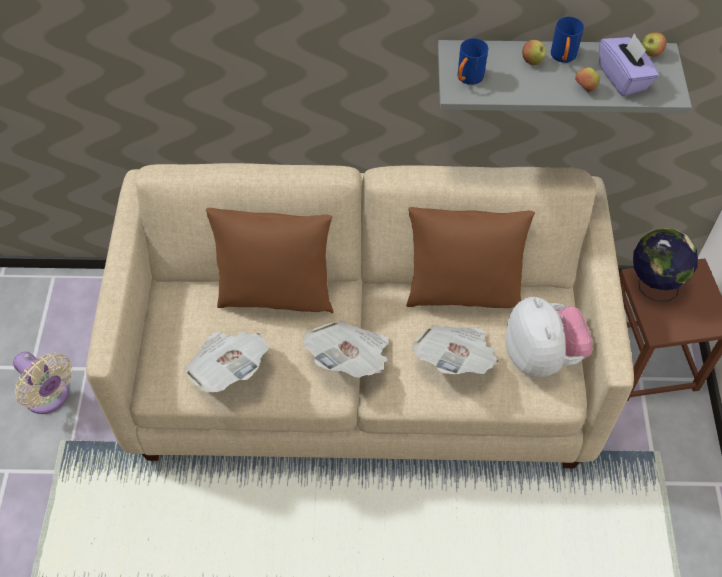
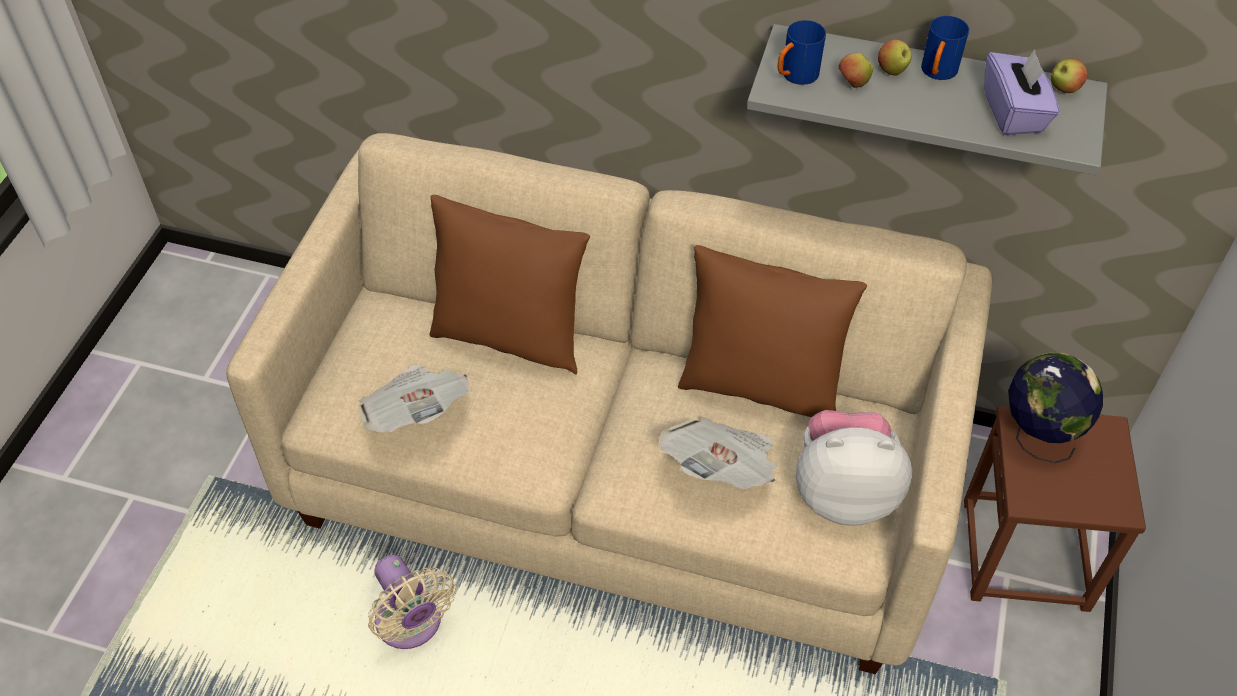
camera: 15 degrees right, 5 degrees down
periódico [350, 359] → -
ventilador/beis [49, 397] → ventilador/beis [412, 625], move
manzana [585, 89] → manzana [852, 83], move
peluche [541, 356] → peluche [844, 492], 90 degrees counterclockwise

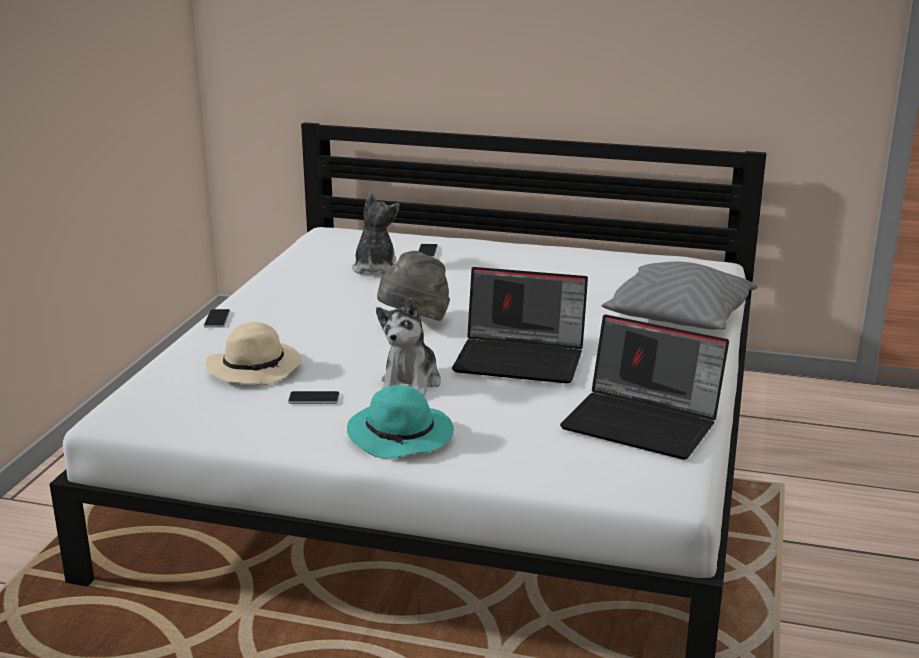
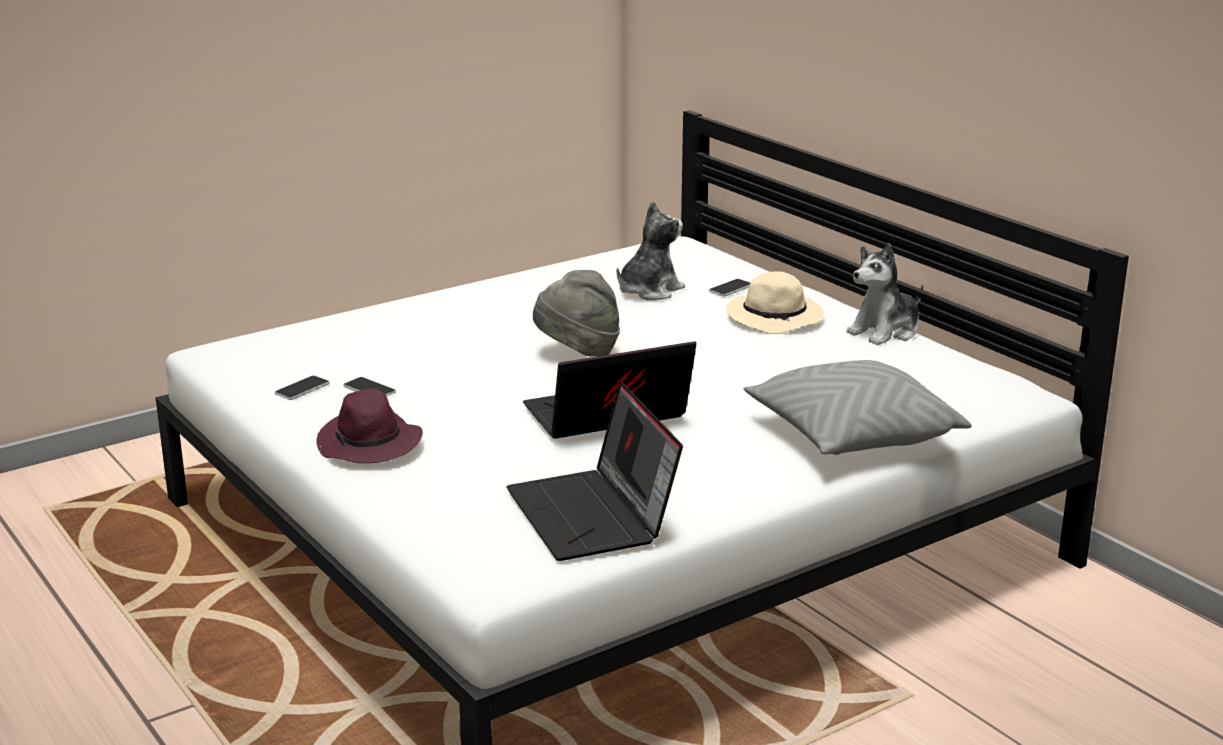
camera: 40 degrees right, 0 degrees up
móvil [217, 319] → móvil [302, 389], move
sombrero/beis [256, 368] → sombrero/beis [776, 318], move
peluche [411, 383] → peluche [885, 332], move
sombrero/turquesa [402, 436] → sombrero/morado [370, 445]
portátil [522, 358] → portátil [605, 418], 105 degrees clockwise

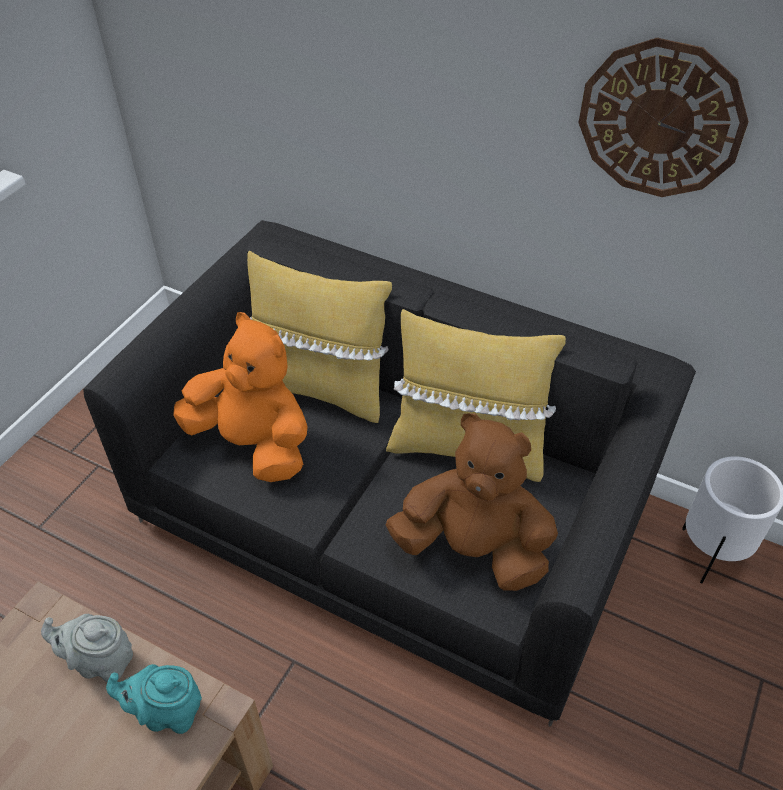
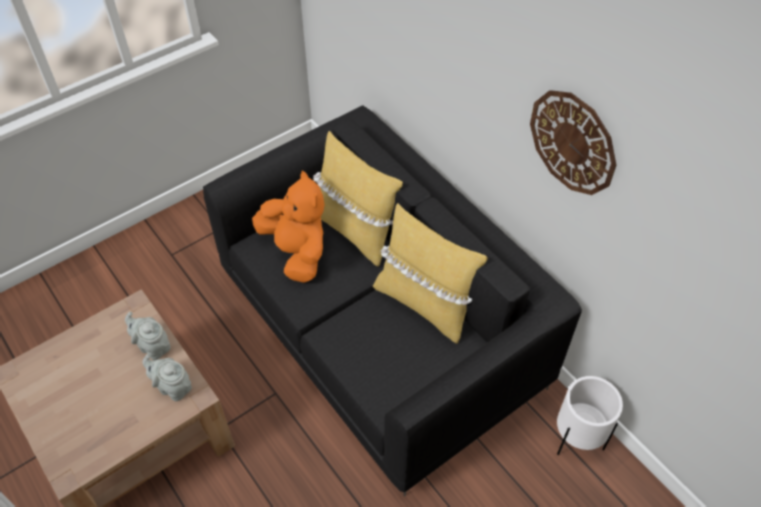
camera: 25 degrees right, 5 degrees up
peluche/marrón [473, 549] → -
tetera/turquesa [167, 712] → tetera/gris [173, 387]

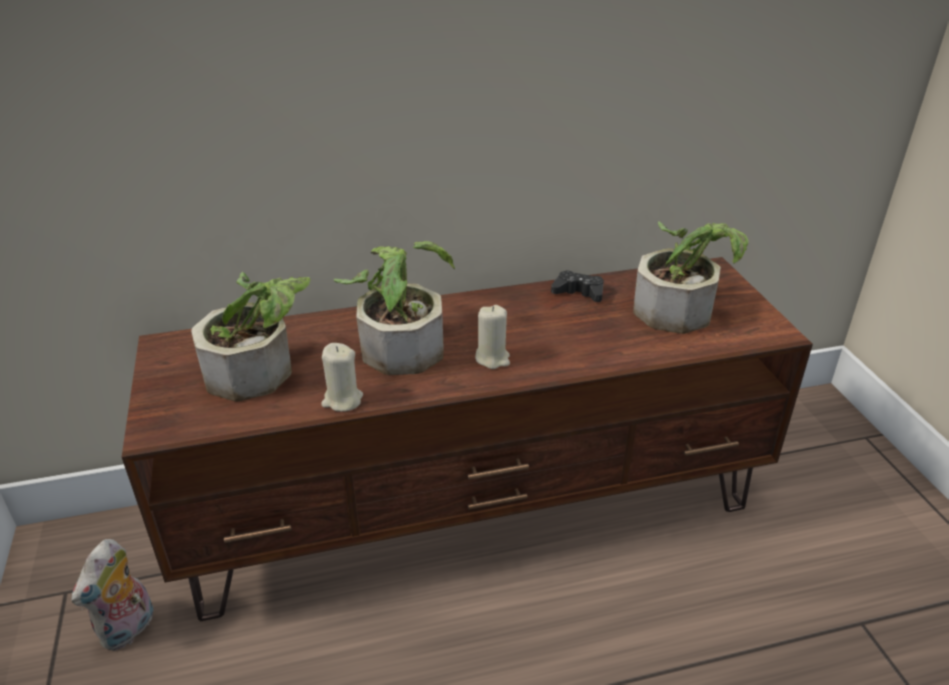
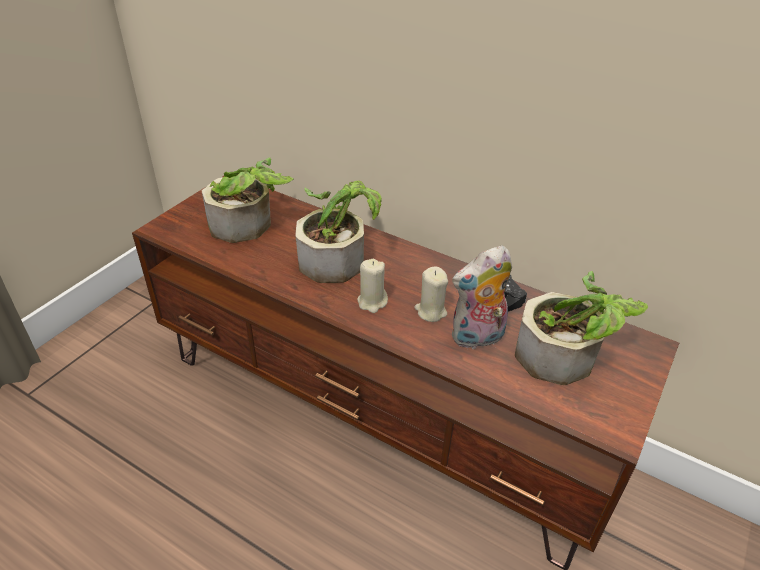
camera: 45 degrees right, 5 degrees up
peluche [129, 630] → peluche [477, 338], move
vela/beis [342, 400] → vela/beis [430, 311], move

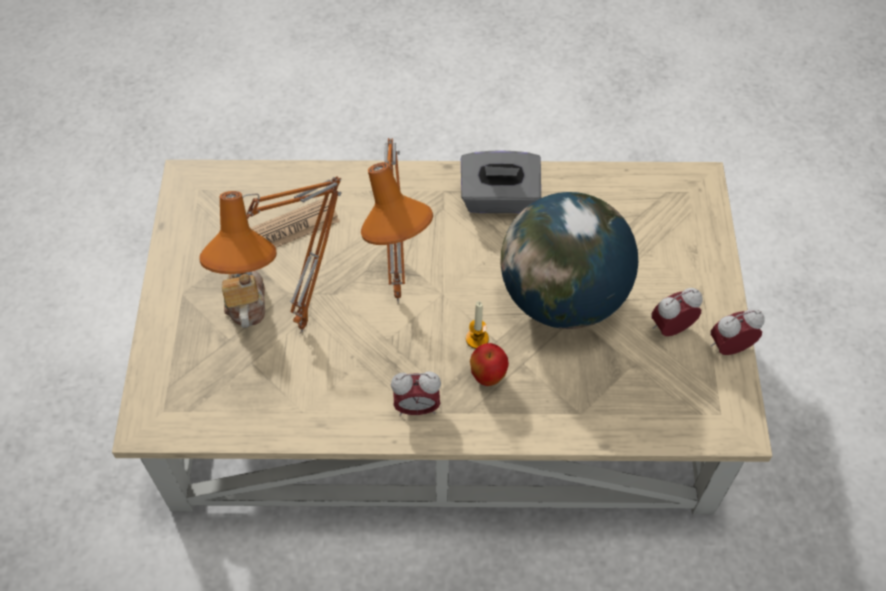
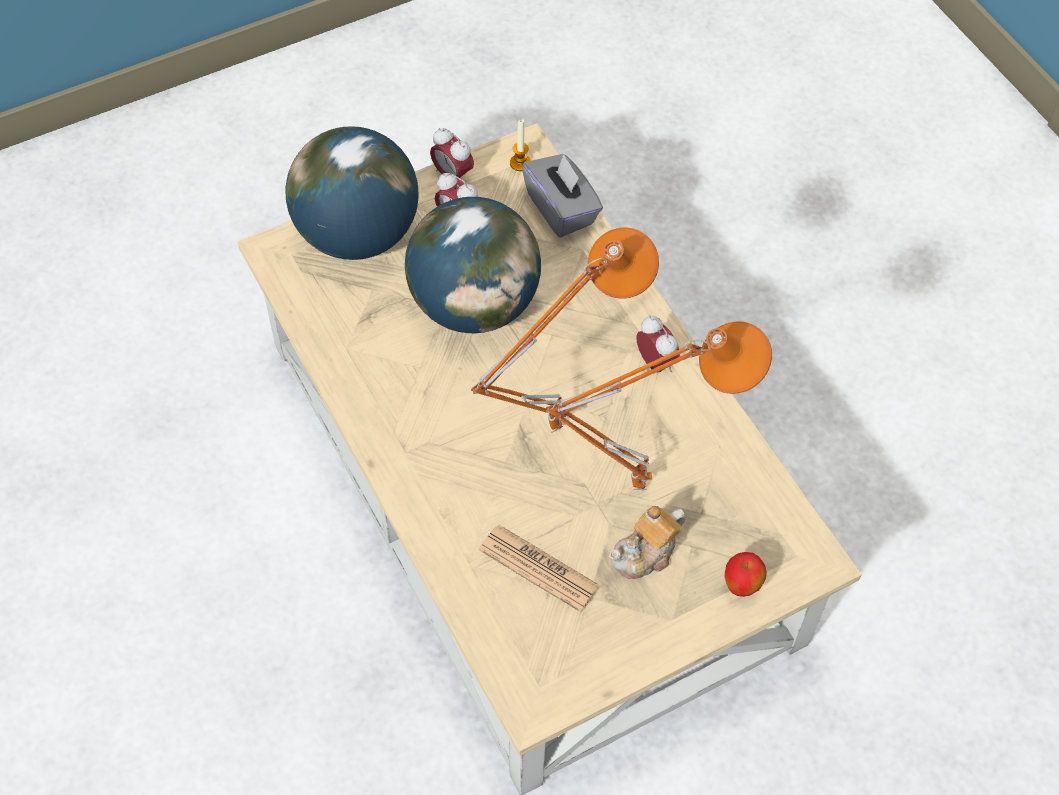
camera: 120 degrees left, 0 degrees up
- → globo terráqueo [358, 234]
caja de pañuelos/gris [499, 199] → caja de pañuelos/gris [561, 209], move
vela [477, 339] → vela [520, 163], move
manzana [488, 377] → manzana [741, 586], move

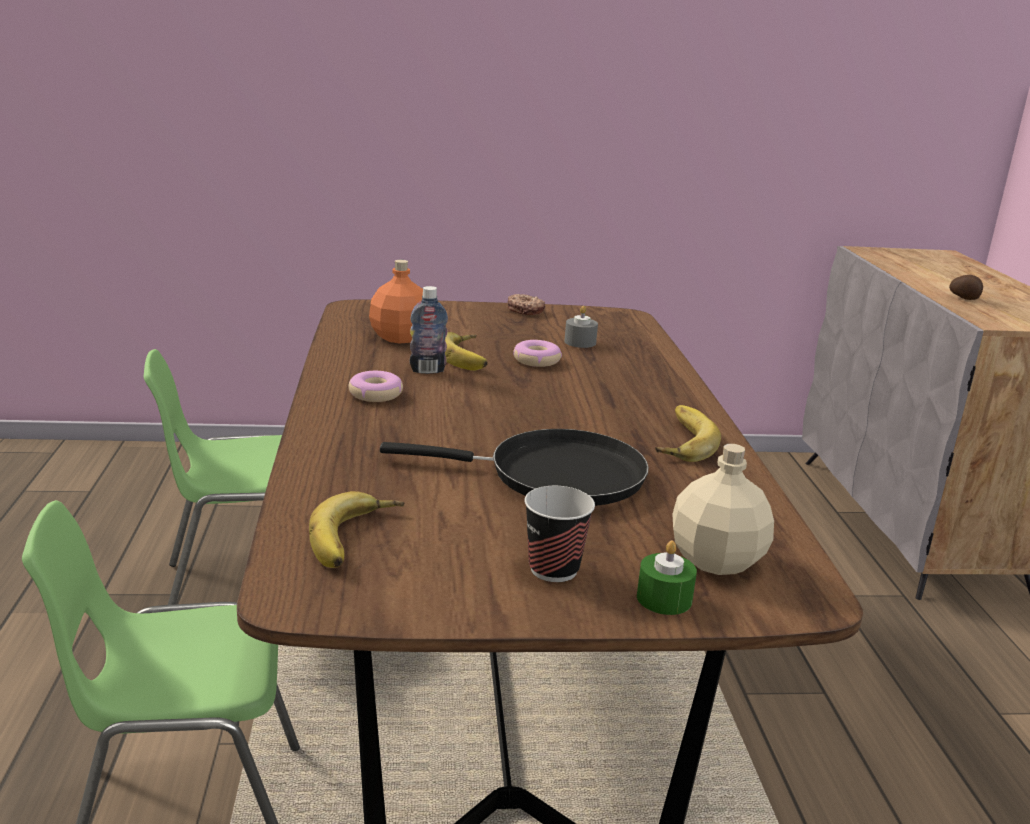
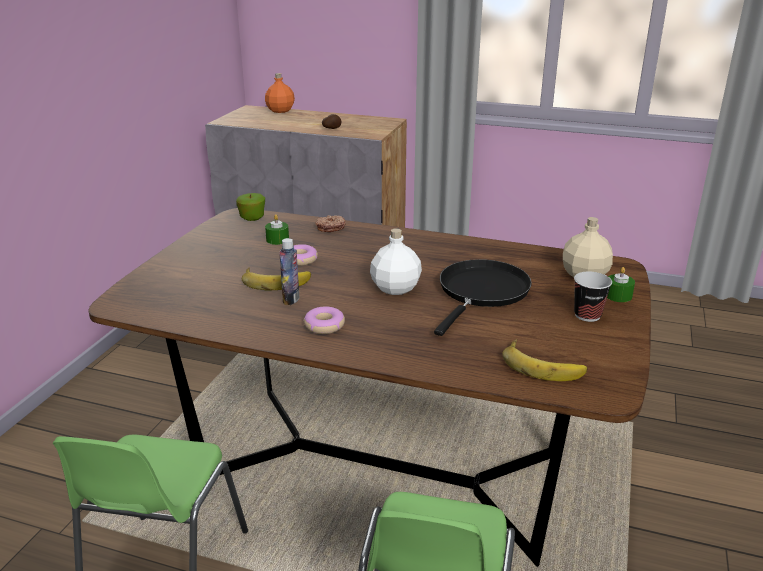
camera: 65 degrees left, 5 degrees up
plátano [679, 440] → -
- → manzana [252, 218]
- → botella/blanco [394, 288]
botella/naranja [399, 337] → botella/naranja [280, 111], move
rosquilla [525, 310] → rosquilla [330, 227], move
vela/gris [580, 342] → vela/verde [277, 239]

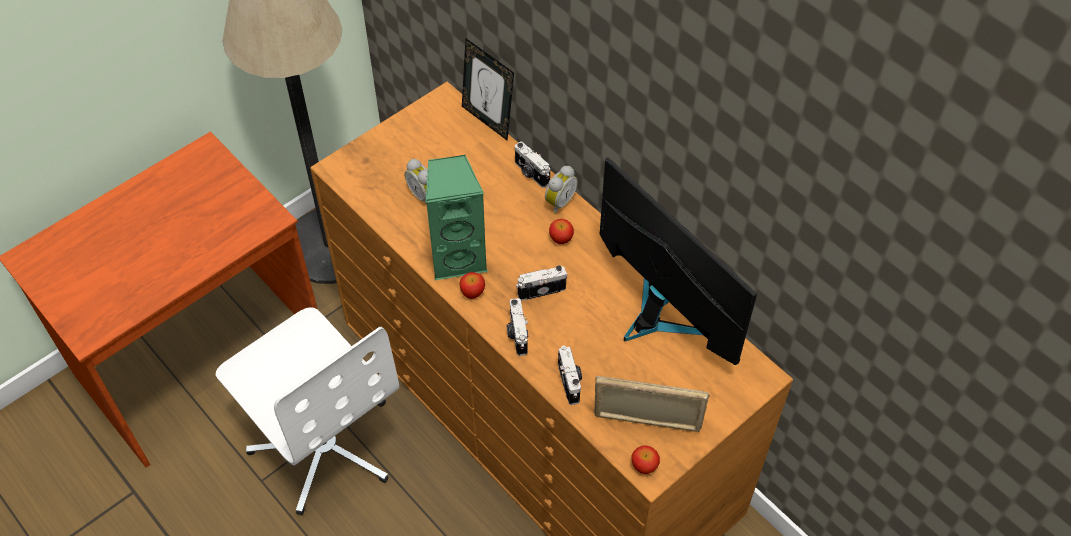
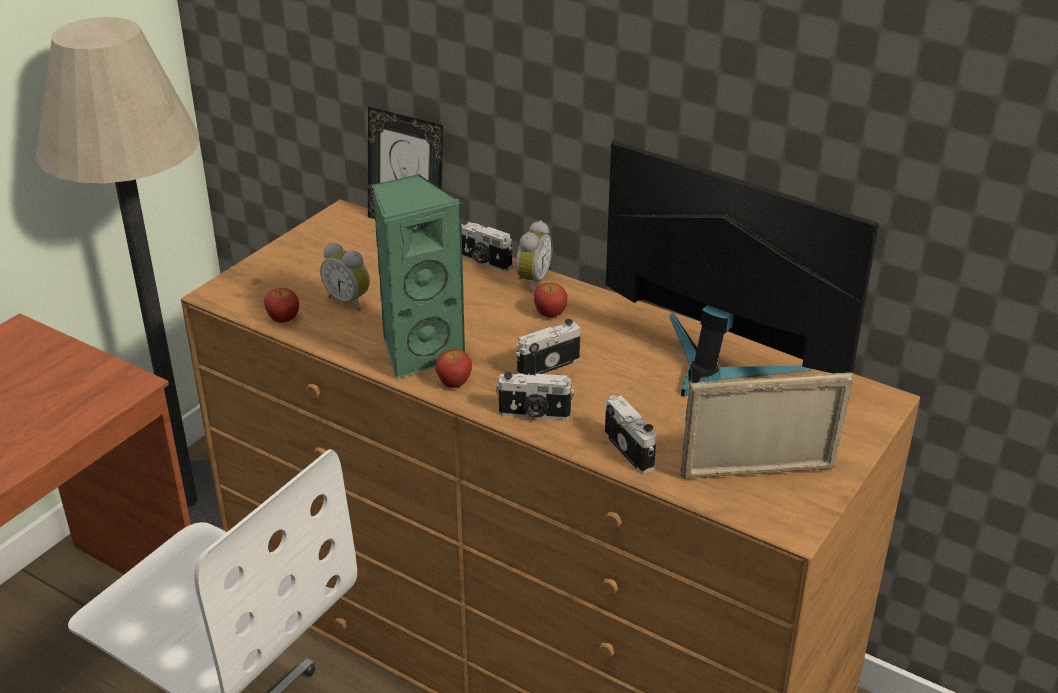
camera: 15 degrees left, 20 degrees down
manzana [644, 466] → manzana [283, 319], move
cámara [517, 334] → cámara [534, 414], 60 degrees counterclockwise

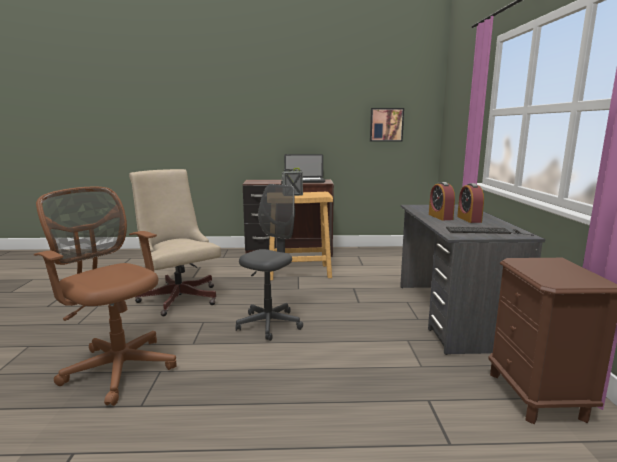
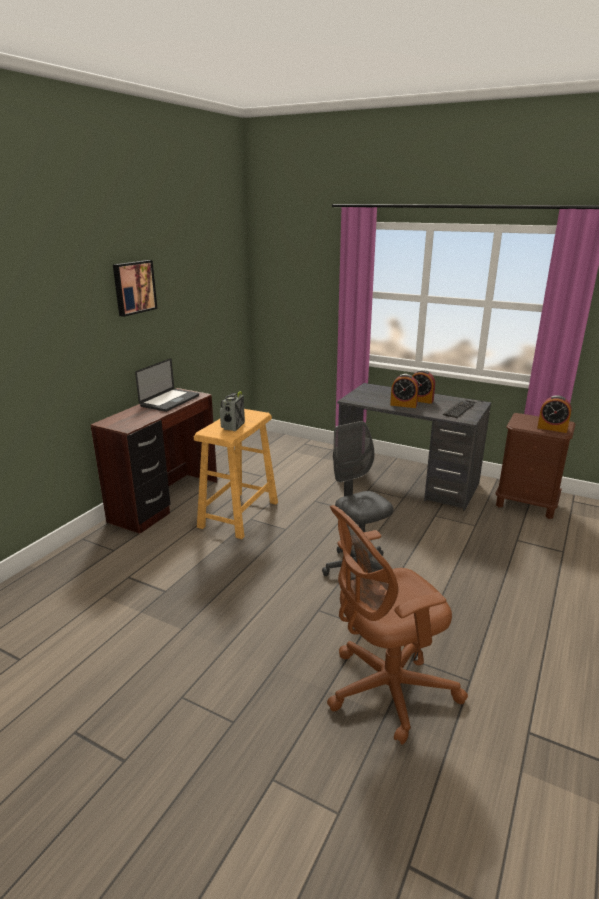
camera: 60 degrees left, 10 degrees up
silla de oficina/beis [179, 296] → -
- → despertador [552, 428]
cuadro [386, 124] → cuadro [133, 287], move

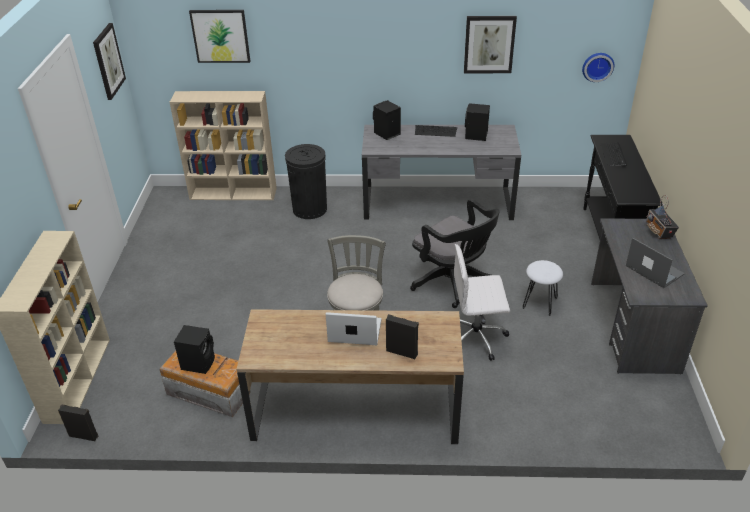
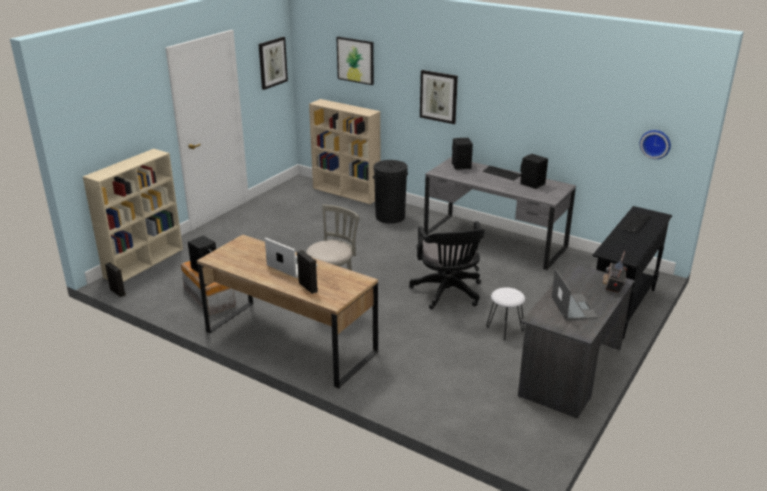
camera: 30 degrees right, 10 degrees down
silla de oficina/blanco [477, 337] → -
cuadro [489, 44] → cuadro [438, 96], move

